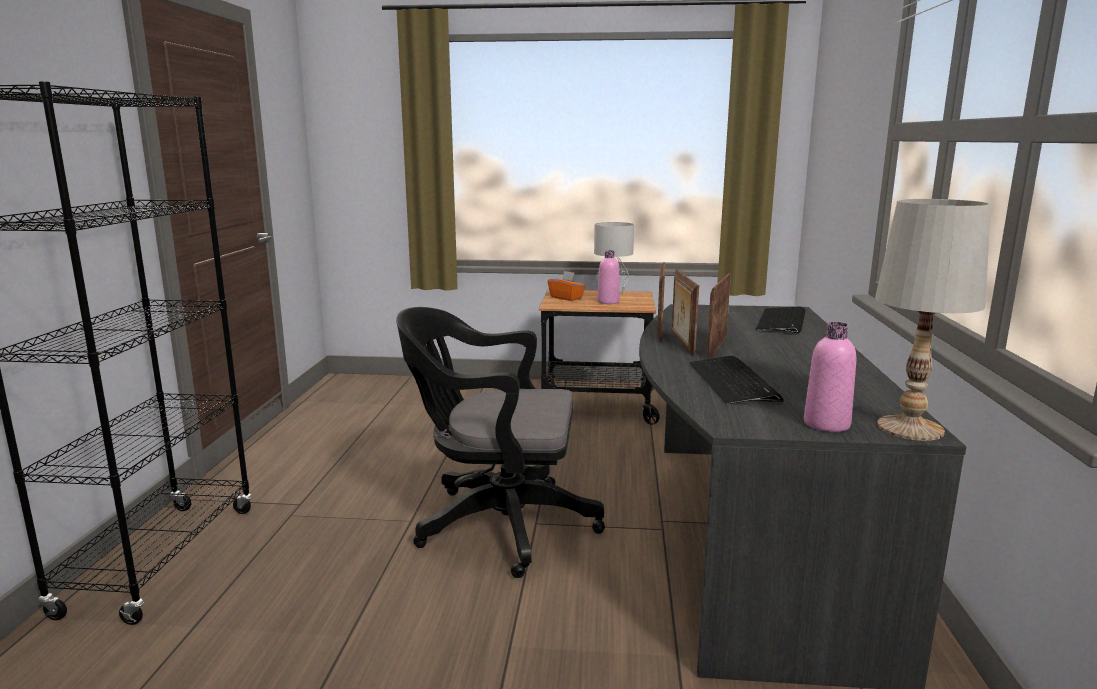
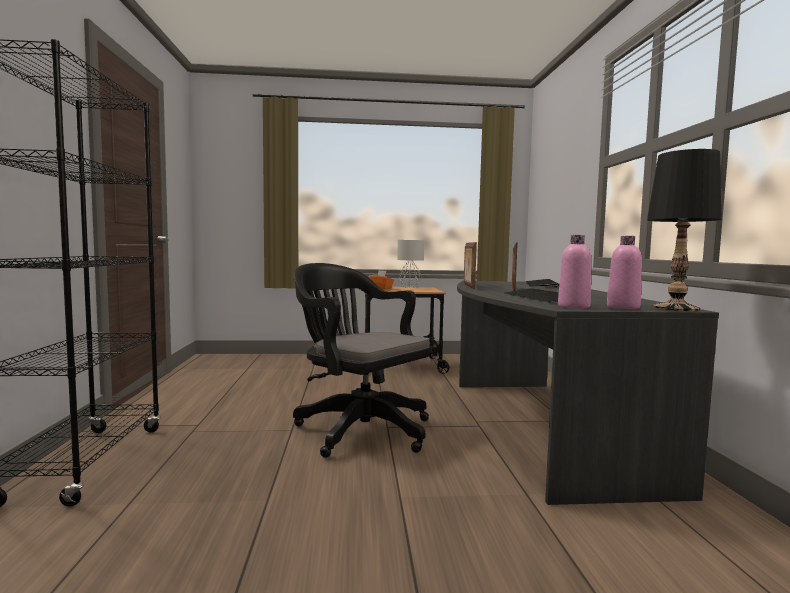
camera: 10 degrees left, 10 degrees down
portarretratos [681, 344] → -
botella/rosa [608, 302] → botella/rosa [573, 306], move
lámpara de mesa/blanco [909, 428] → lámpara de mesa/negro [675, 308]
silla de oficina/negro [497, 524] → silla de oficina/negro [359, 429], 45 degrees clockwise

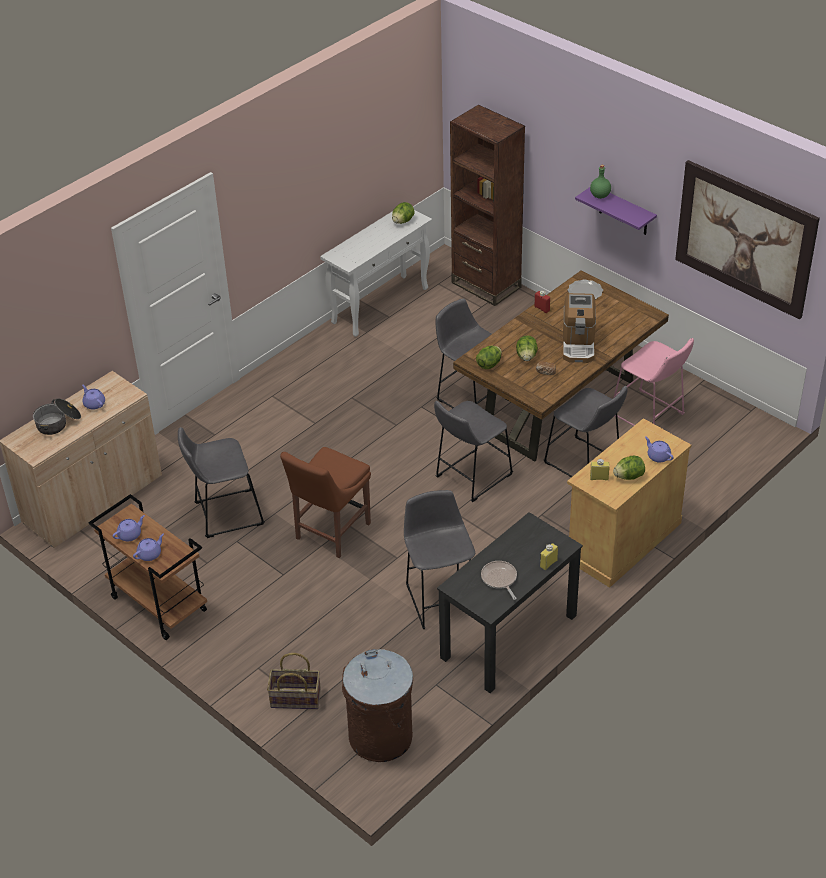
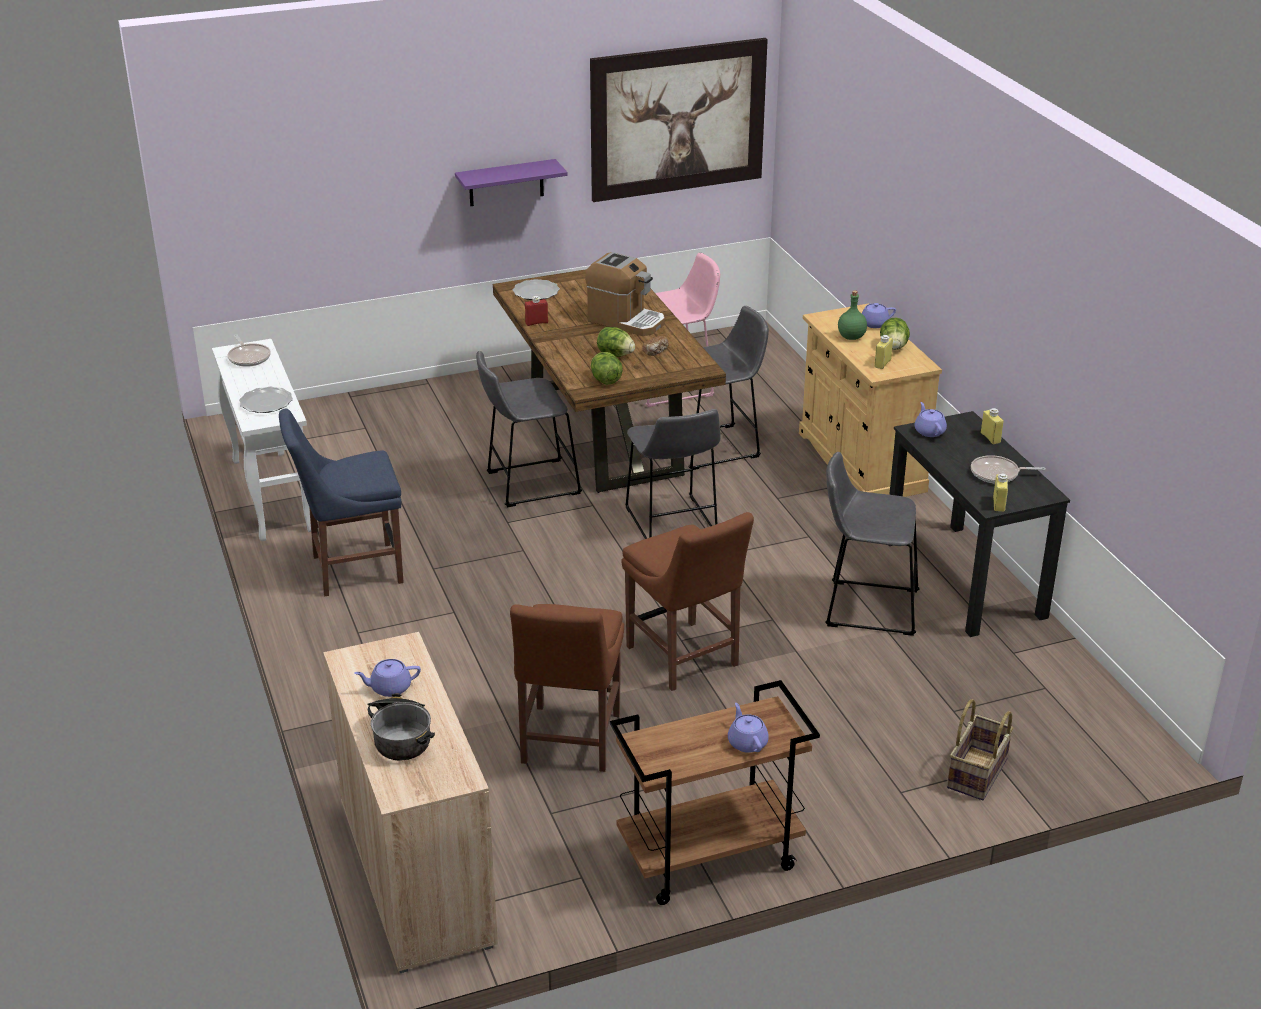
camera: 65 degrees left, 10 degrees down
papelera/marrón [380, 737] → -
estantería/marrón [486, 285] → -
- → plato [266, 402]
- → silla/azul [352, 569]
- → botella/amarillo [998, 504]
tetera/morado [130, 535] → tetera/morado [929, 431], move
botella/verde [600, 195] → botella/verde [851, 337], move
taburete/gris [225, 514] → silla/marrón [569, 742]
lechuga [403, 221] → sartén [248, 357]

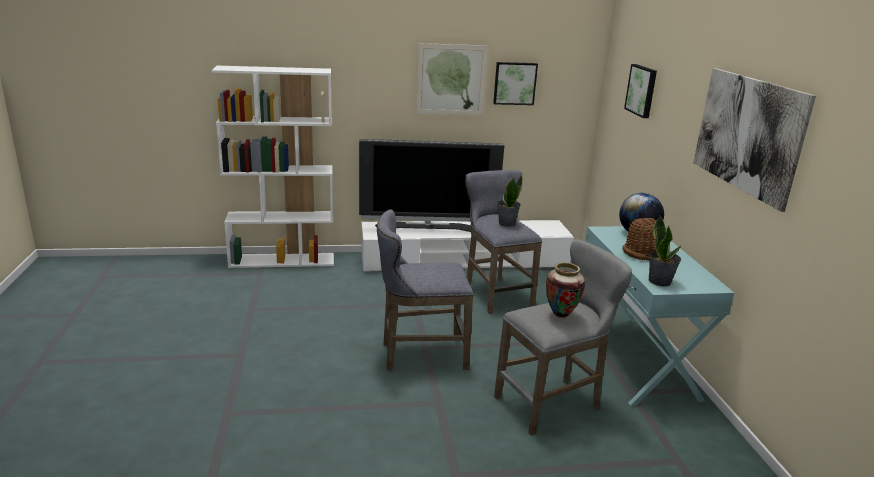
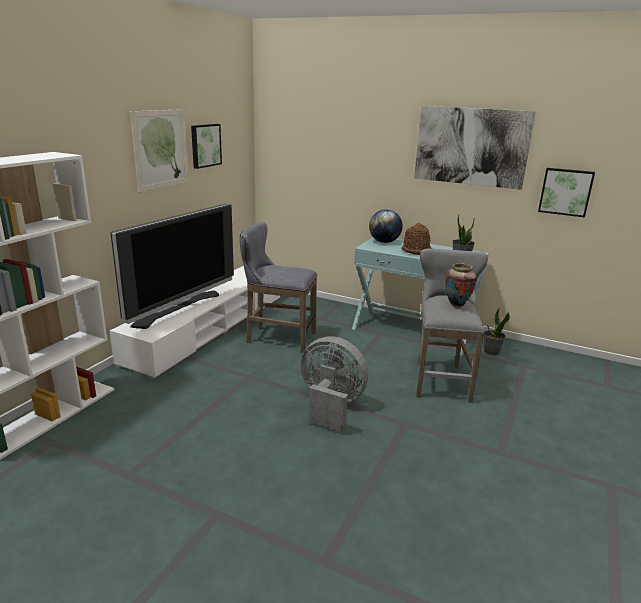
camera: 55 degrees left, 0 degrees up
planta en maceta [506, 223] → planta en maceta [491, 351], move
cuadro [642, 90] → cuadro [565, 192], move
taburete/gris [419, 355] → ventilador/gris [330, 406]

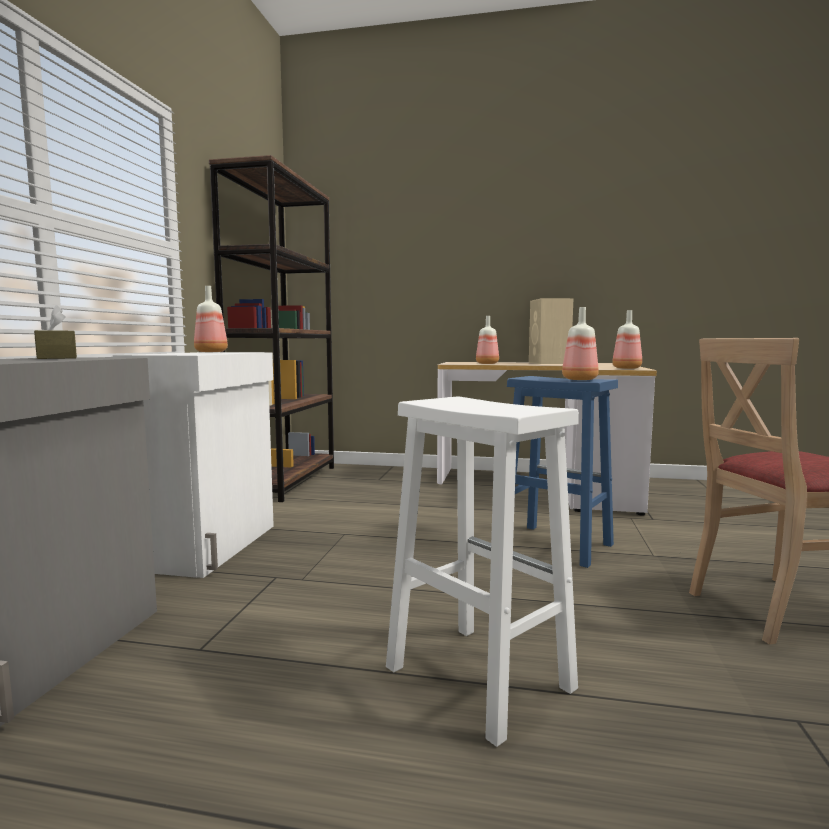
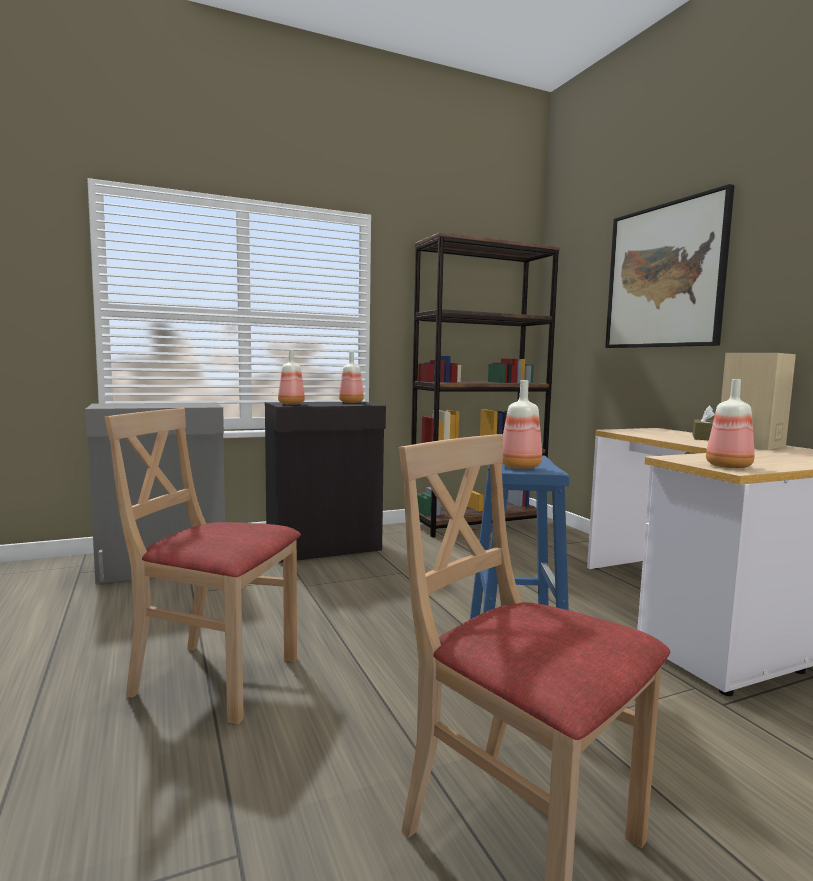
camera: 55 degrees right, 0 degrees up
- → cuadro [664, 276]
caja de pañuelos/marrón [57, 357] → caja de pañuelos/marrón [704, 438], move
botella [488, 363] → botella [291, 404], move
taburete/blanco [476, 676] → silla/beis [215, 678]
armario/blanco [211, 546] → armario/negro [325, 548]

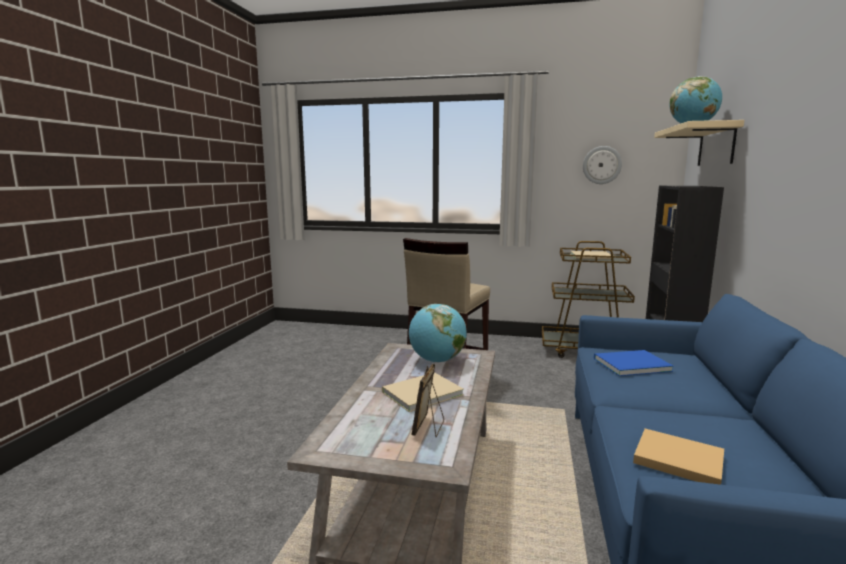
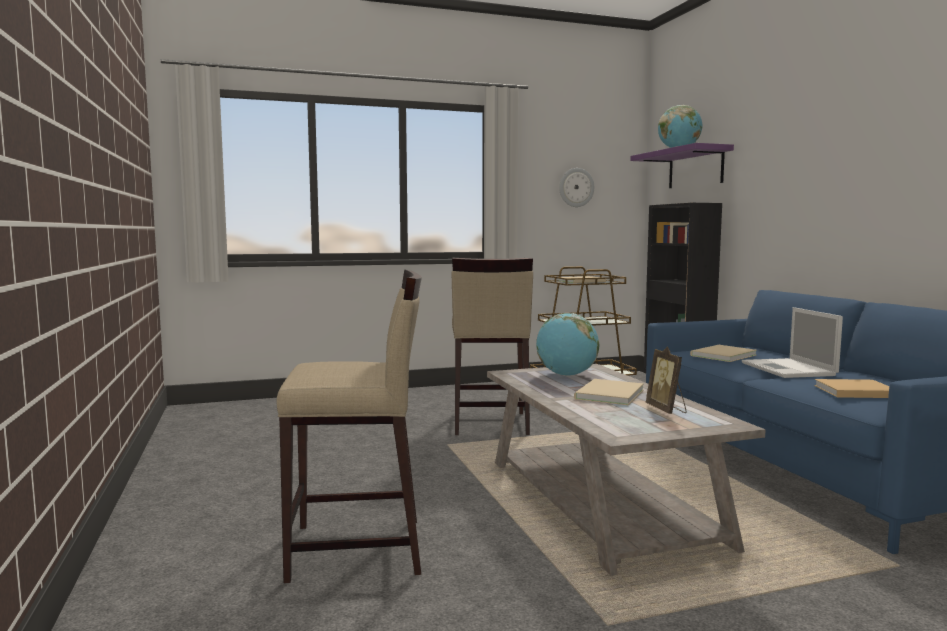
camera: 30 degrees left, 5 degrees down
- → taburete/beis [358, 549]
- → portátil [789, 369]
libro/azul [629, 364] → libro/beis [721, 355]
estante/beis [716, 145] → estante/morado [695, 168]

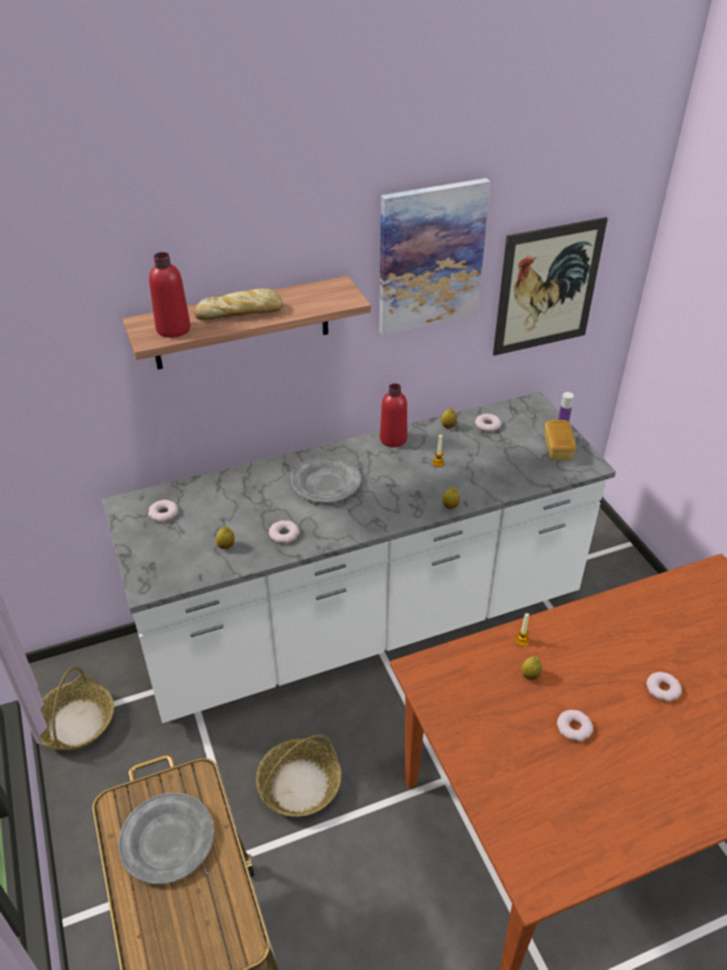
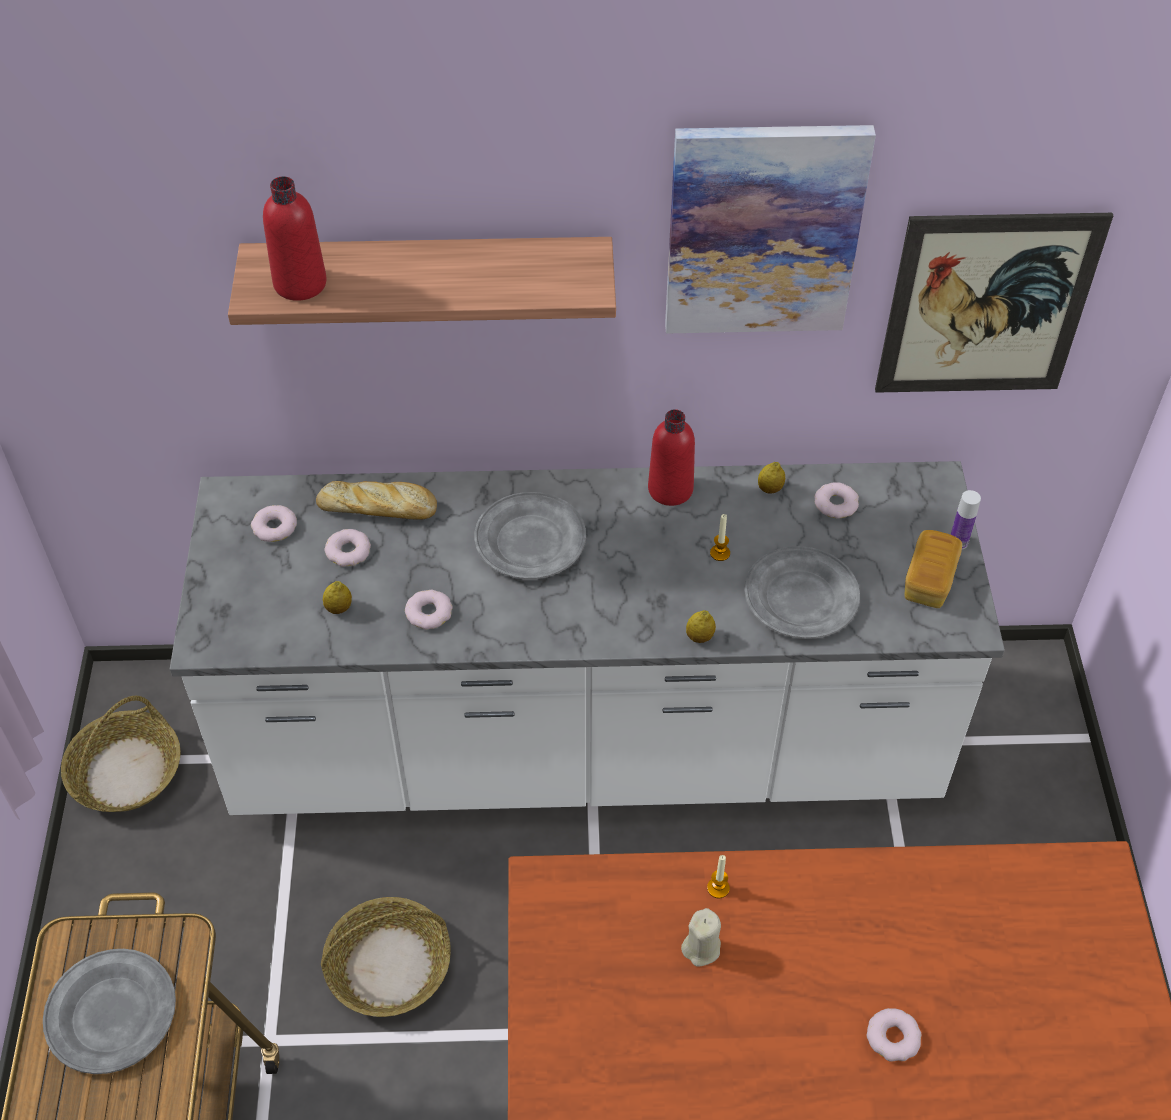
camera: 20 degrees right, 10 degrees up
- → plato/gris [800, 598]
pan [241, 312] → pan [380, 507], move
rosquilla [574, 728] → rosquilla [348, 551], move
limón [530, 675] → vela/beis [701, 948]

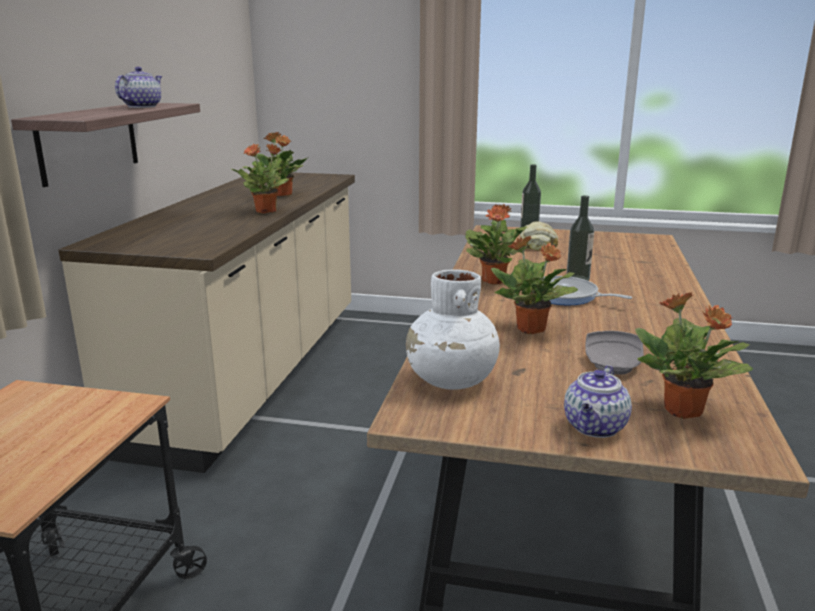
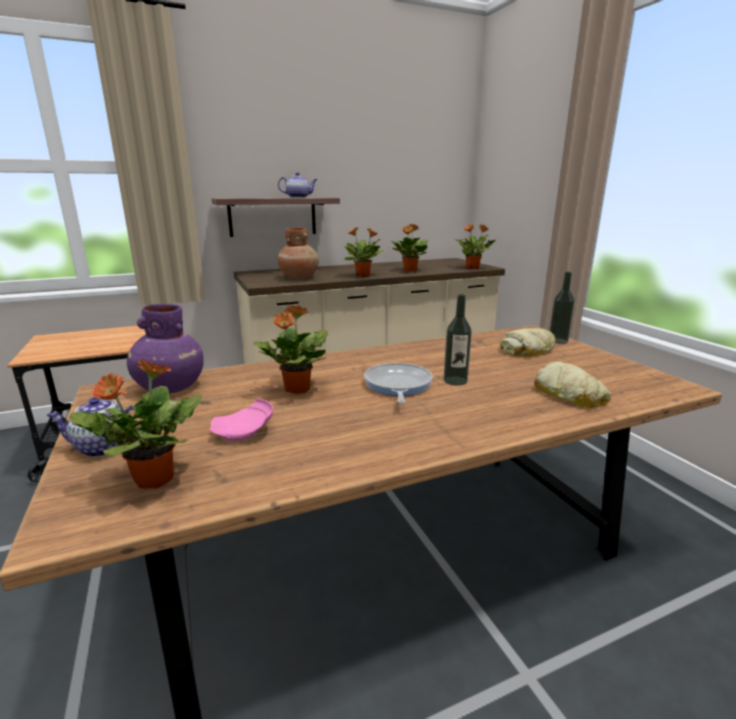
camera: 55 degrees right, 0 degrees up
- → florero/marrón [299, 277]
- → pan [568, 394]
planta en maceta [494, 280] → planta en maceta [473, 268], move
florero/blanco [451, 381] → florero/morado [169, 387]
plato/gris [613, 365] → plato/rosa [244, 432]

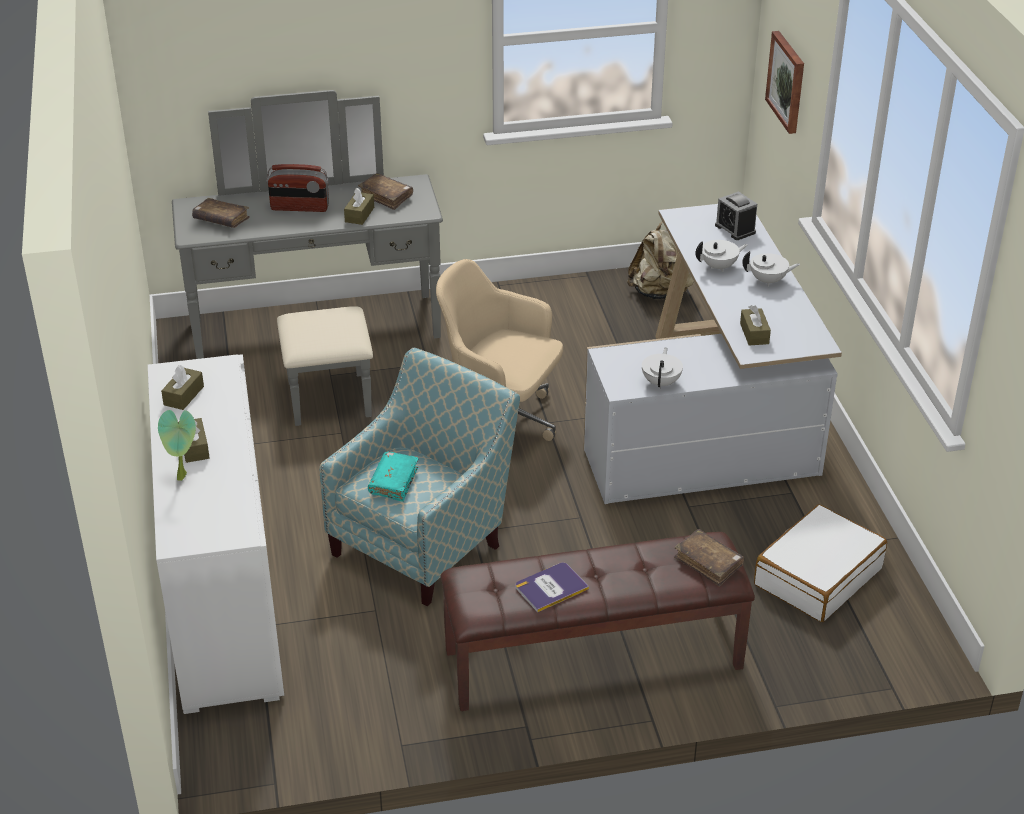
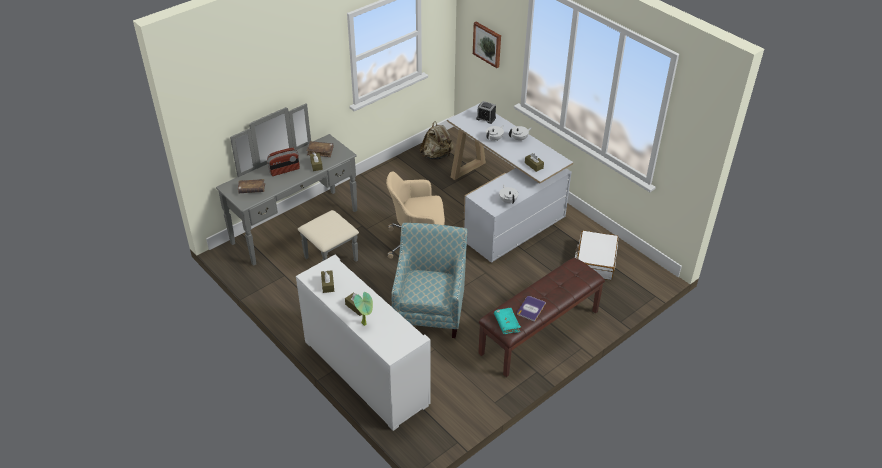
camera: 30 degrees left, 5 degrees up
libro/marrón [708, 563] → -
libro/turquesa [393, 482] → libro/turquesa [506, 323], move

